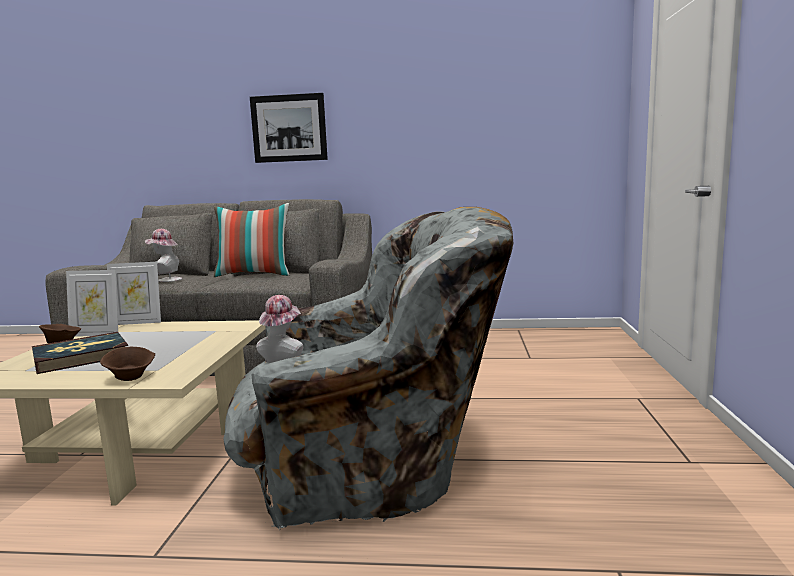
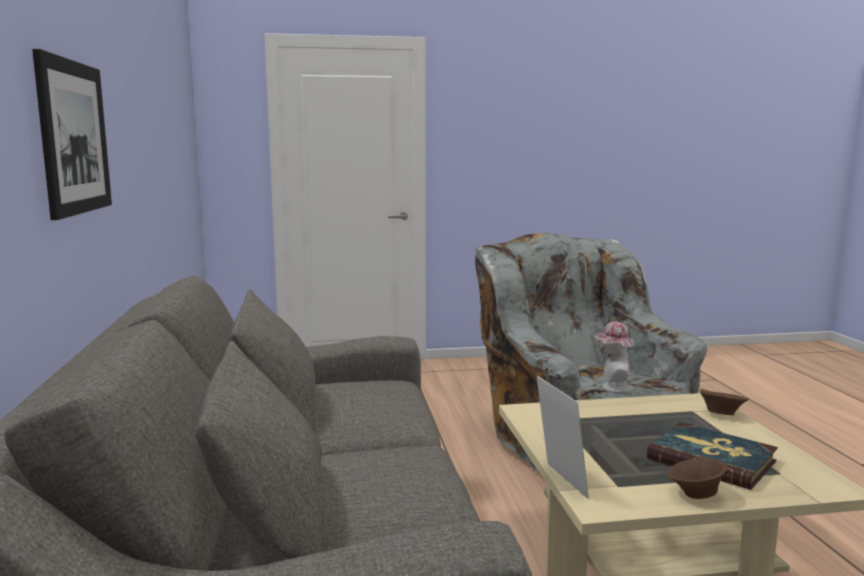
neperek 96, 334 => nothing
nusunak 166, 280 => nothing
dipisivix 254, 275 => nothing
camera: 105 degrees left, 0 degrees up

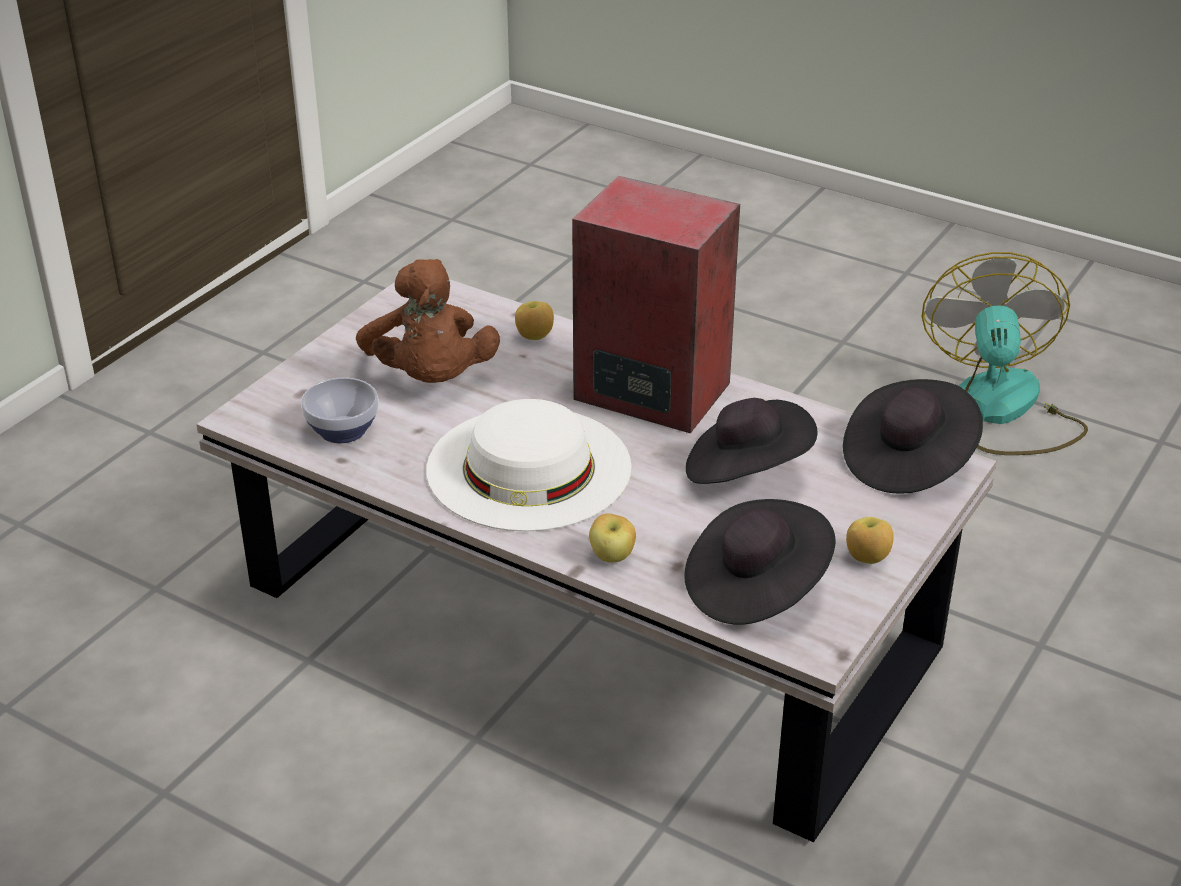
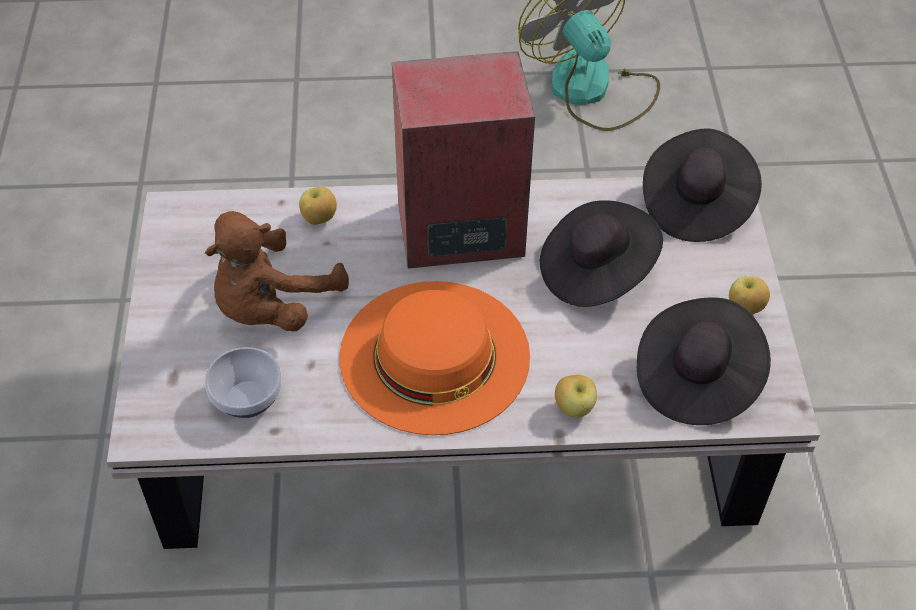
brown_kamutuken 430, 379 => brown_kamutuken 272, 306, 90 degrees clockwise
white_nusunak 529, 468 => orange_nusunak 435, 355
camera: 35 degrees left, 15 degrees up

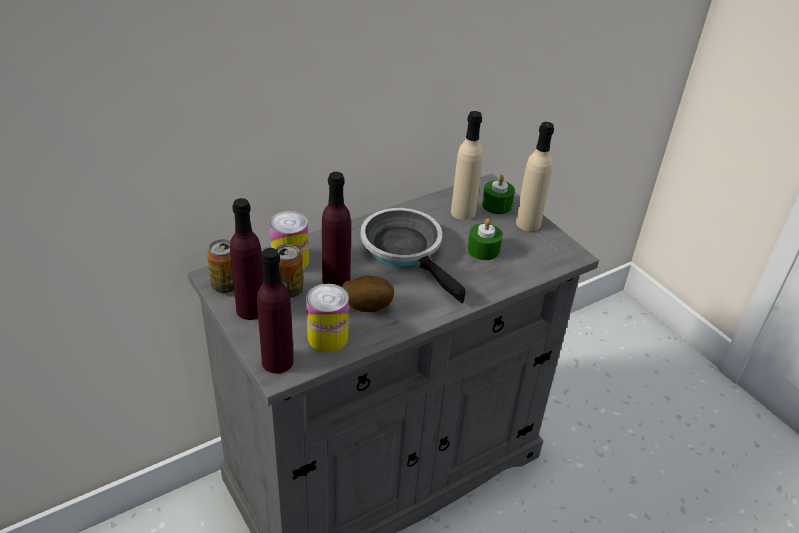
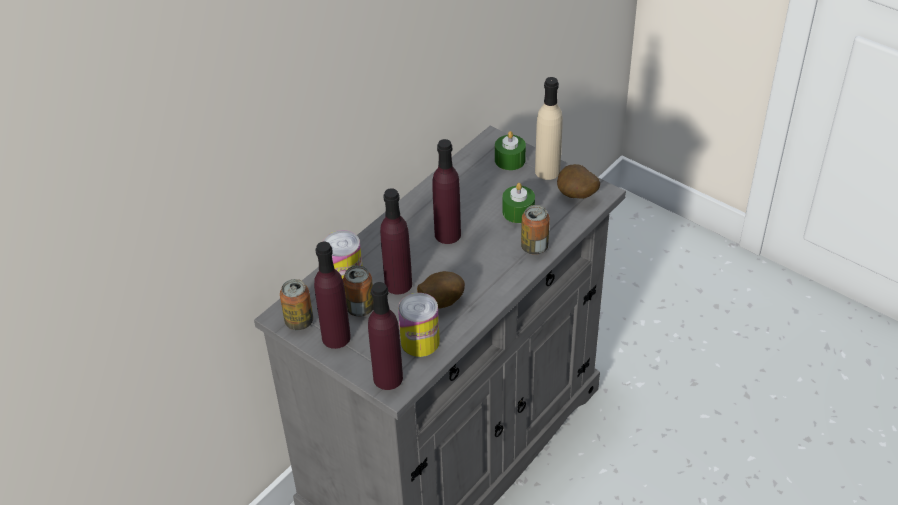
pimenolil 406, 250 => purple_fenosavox 447, 234
beige_fenosavox 463, 212 => nothing
nothing => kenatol 534, 247
nothing => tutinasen 576, 196
camera: 15 degrees left, 5 degrees up

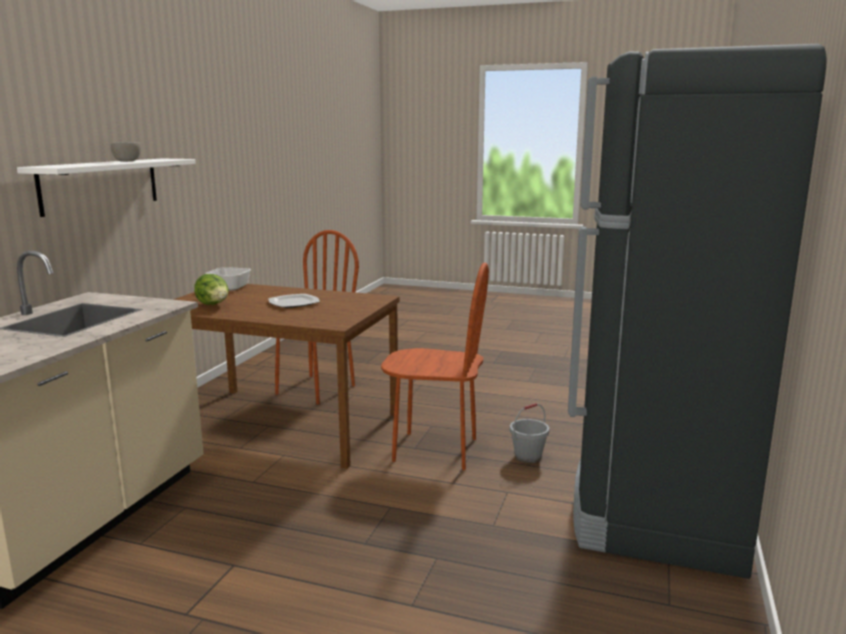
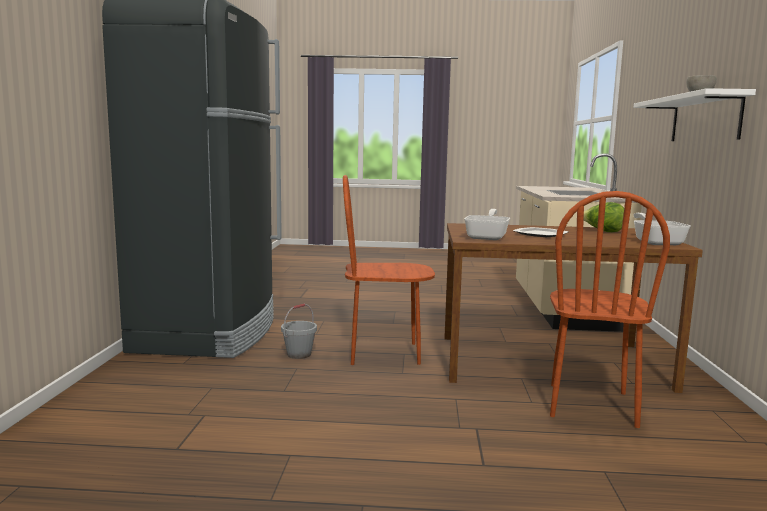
nothing => pimenolil 488, 237
camera: 165 degrees right, 5 degrees down

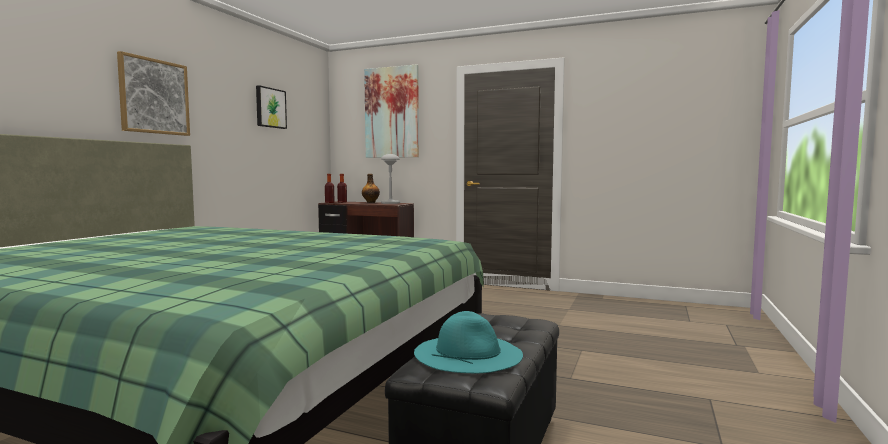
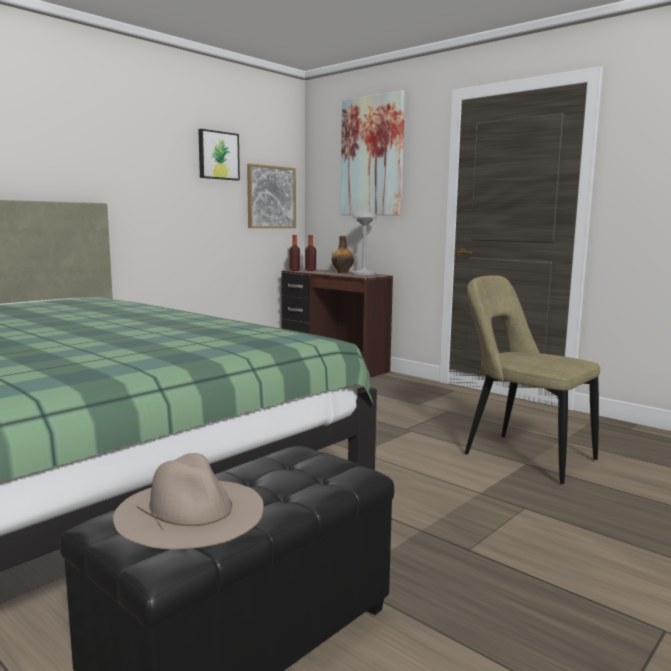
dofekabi 154, 96 => dofekabi 271, 197, move
turquoise_nusunak 468, 353 => beige_nusunak 191, 511
nothing => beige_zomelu 523, 456
camera: 20 degrees right, 5 degrees up

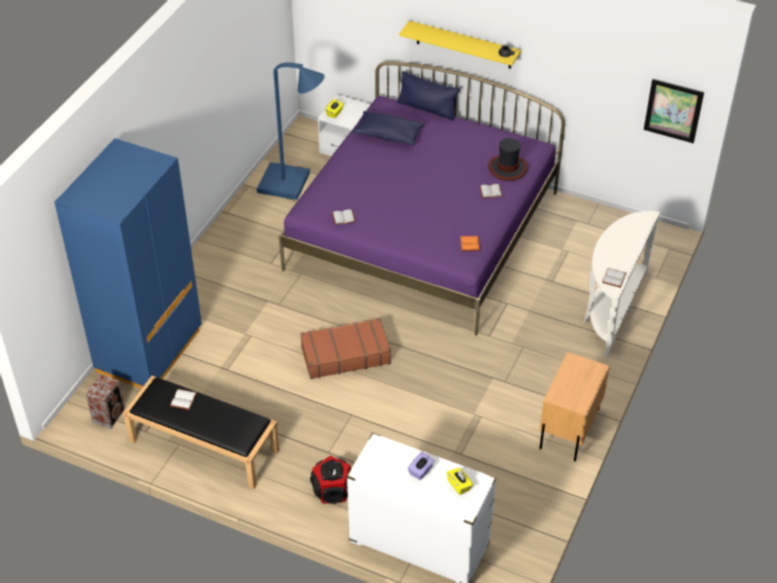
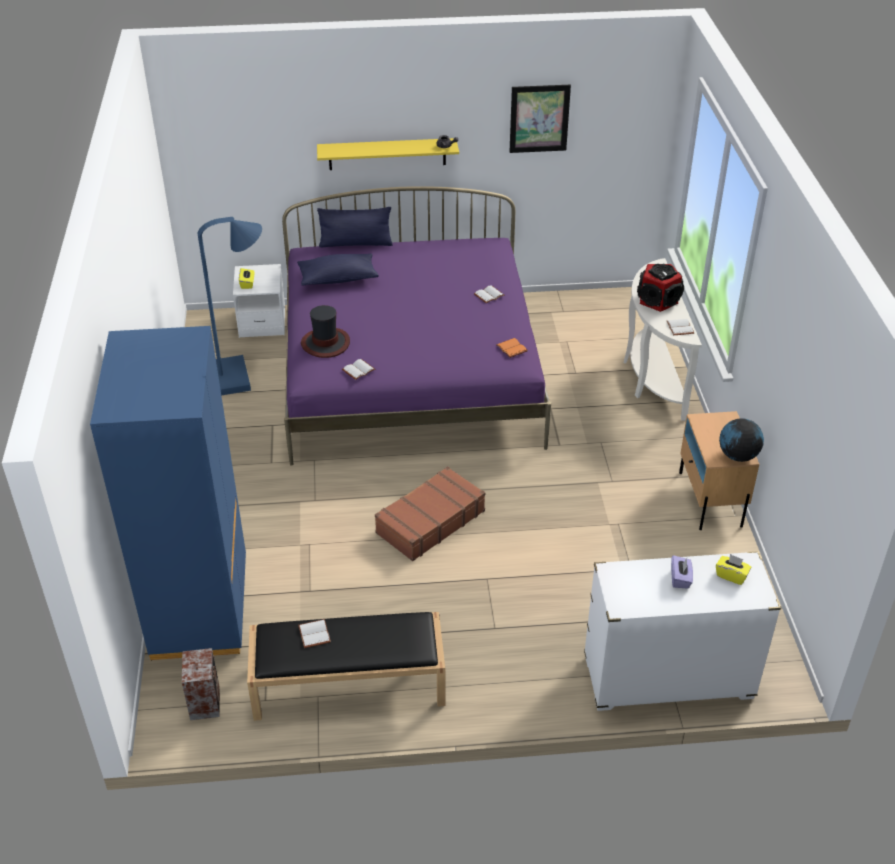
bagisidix 333, 490 => bagisidix 658, 300, move
nusunak 507, 168 => nusunak 325, 343, move
dofekabi 673, 110 => dofekabi 539, 118, move
nothing => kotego 737, 456
camera: 30 degrees left, 5 degrees down

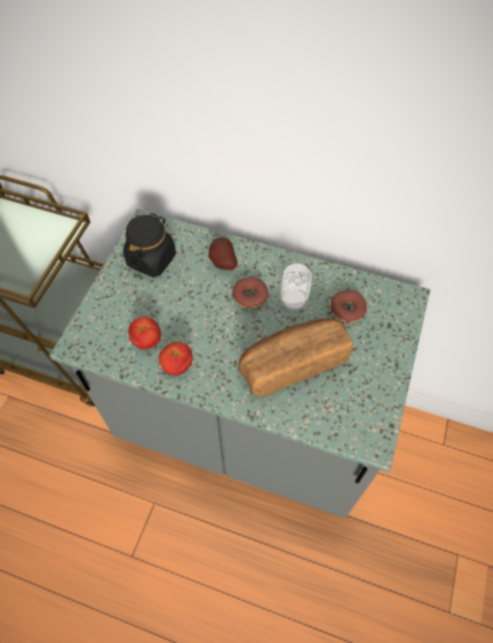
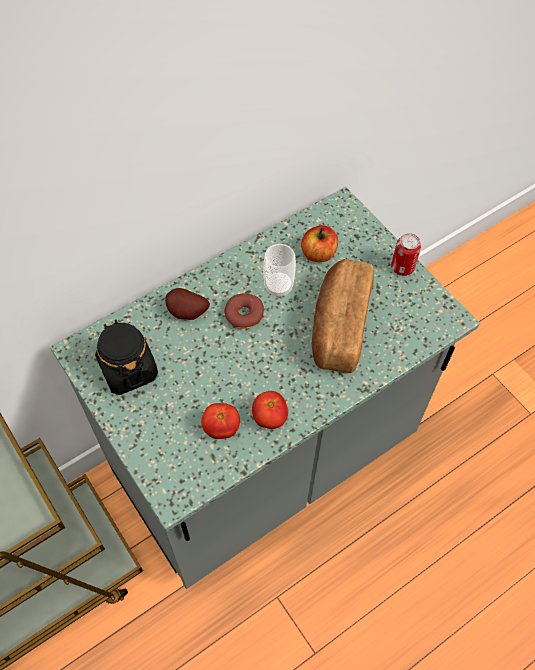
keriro 347, 310 => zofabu 318, 253
nothing => kenatol 402, 267
camera: 55 degrees left, 0 degrees up

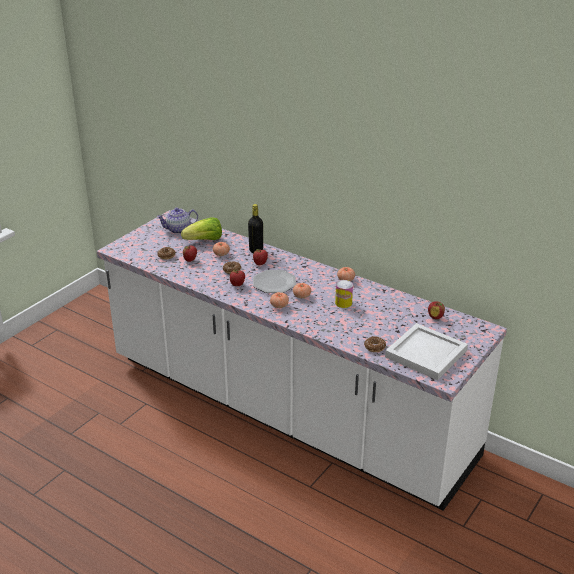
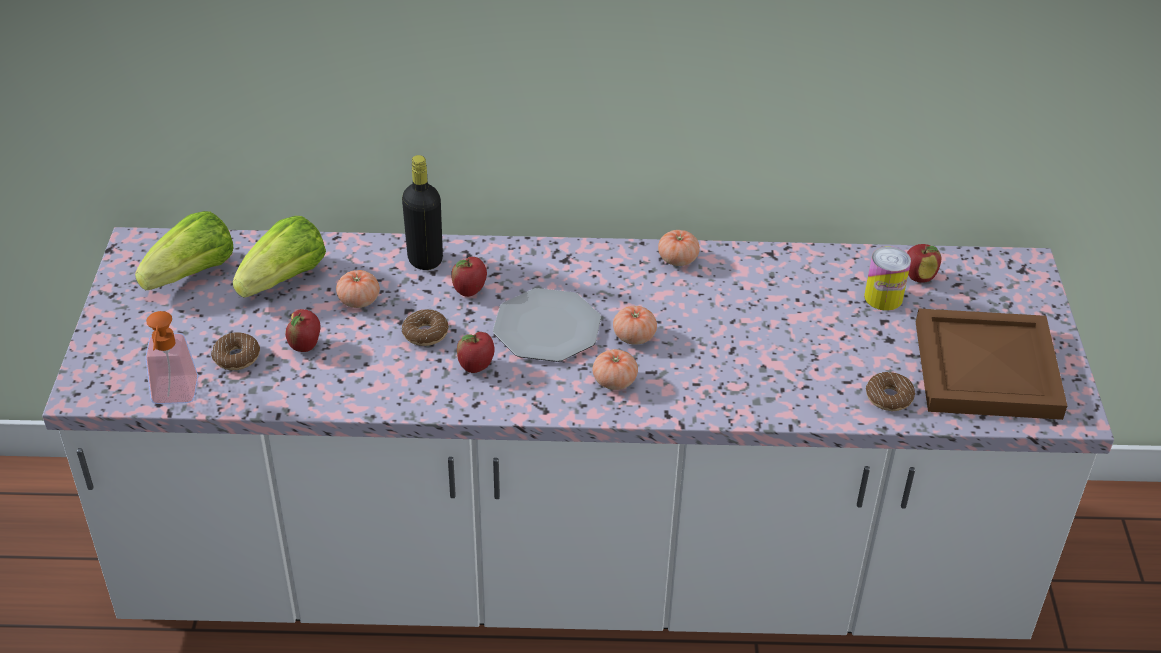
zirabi 178, 230 => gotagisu 192, 274
kenatol 343, 303 => kenatol 883, 297, move
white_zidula 424, 354 => brown_zidula 984, 370
nothing => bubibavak 174, 397
camera: 35 degrees left, 10 degrees up

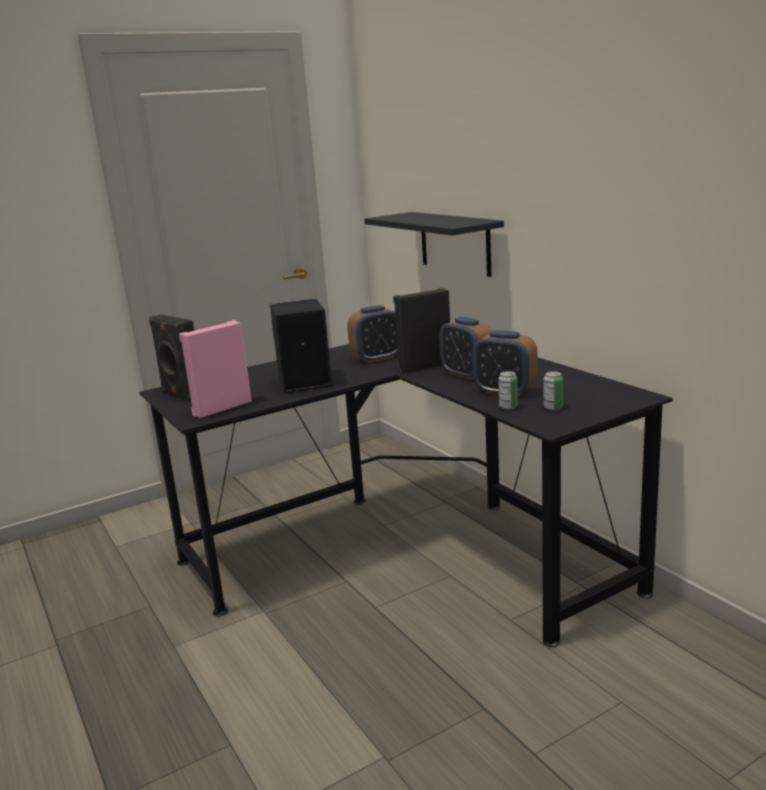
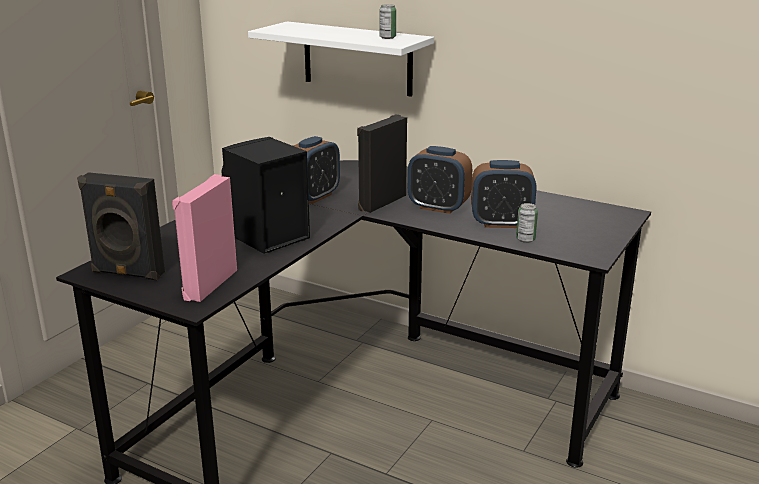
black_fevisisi 454, 243 => white_fevisisi 357, 58
kenatol 553, 407 => kenatol 387, 37, move
camera: 30 degrees left, 5 degrees up

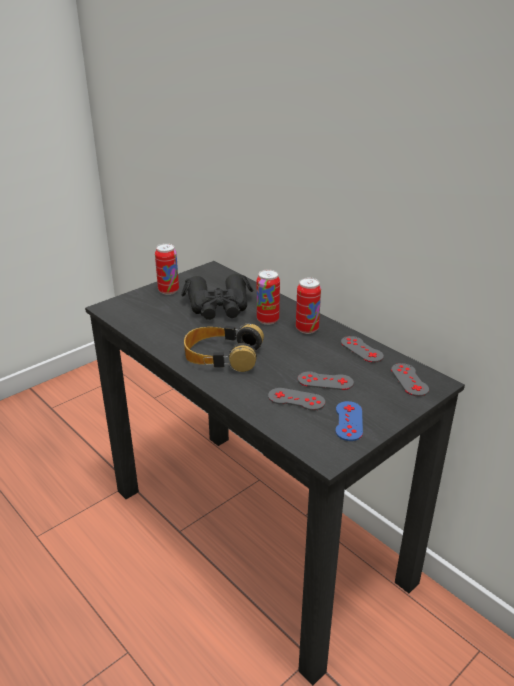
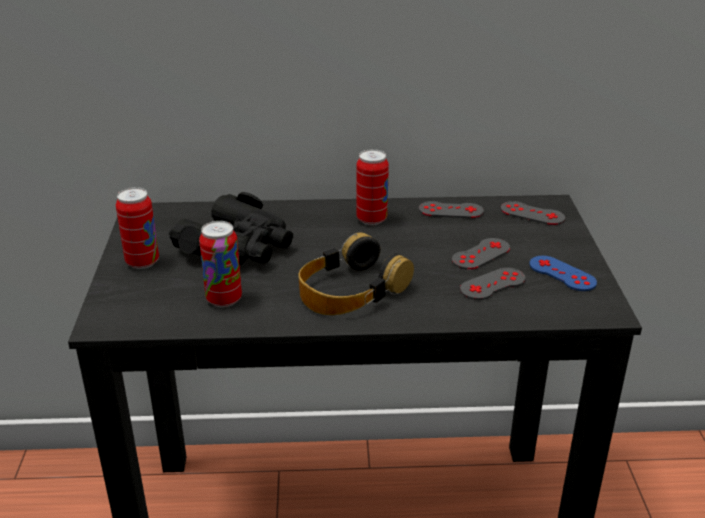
kenatol 267, 320 => kenatol 224, 299, move
camera: 50 degrees left, 0 degrees up

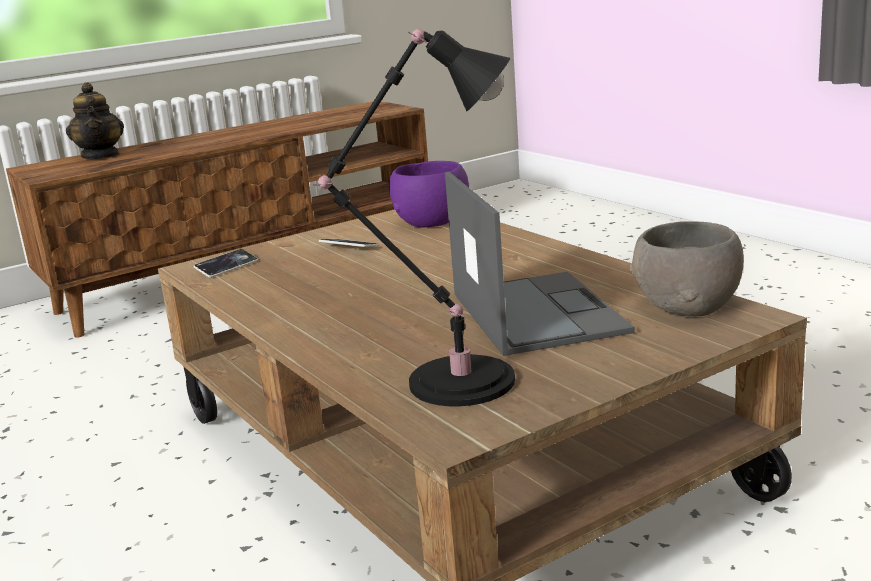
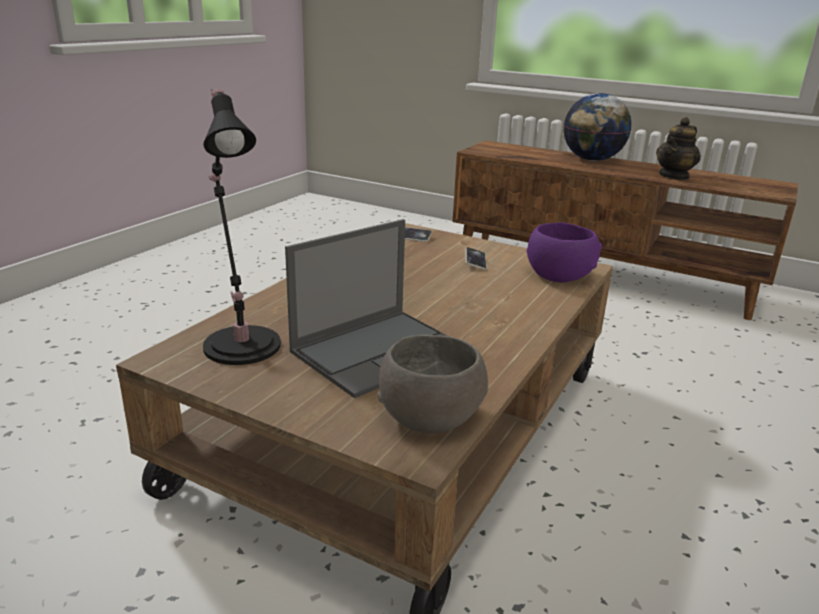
zirabi 101, 156 => zirabi 674, 176, move
nothing => kotego 591, 160
camera: 60 degrees right, 5 degrees up

